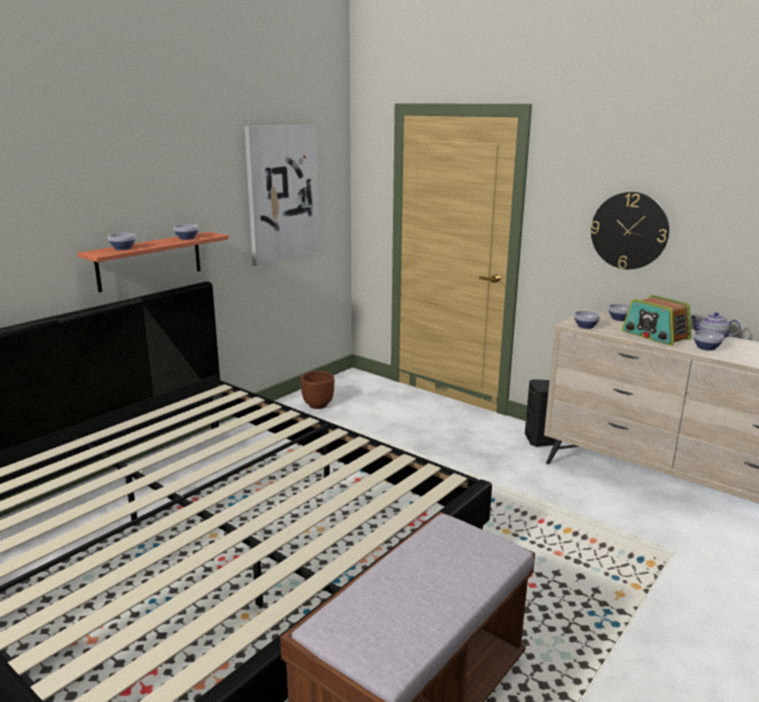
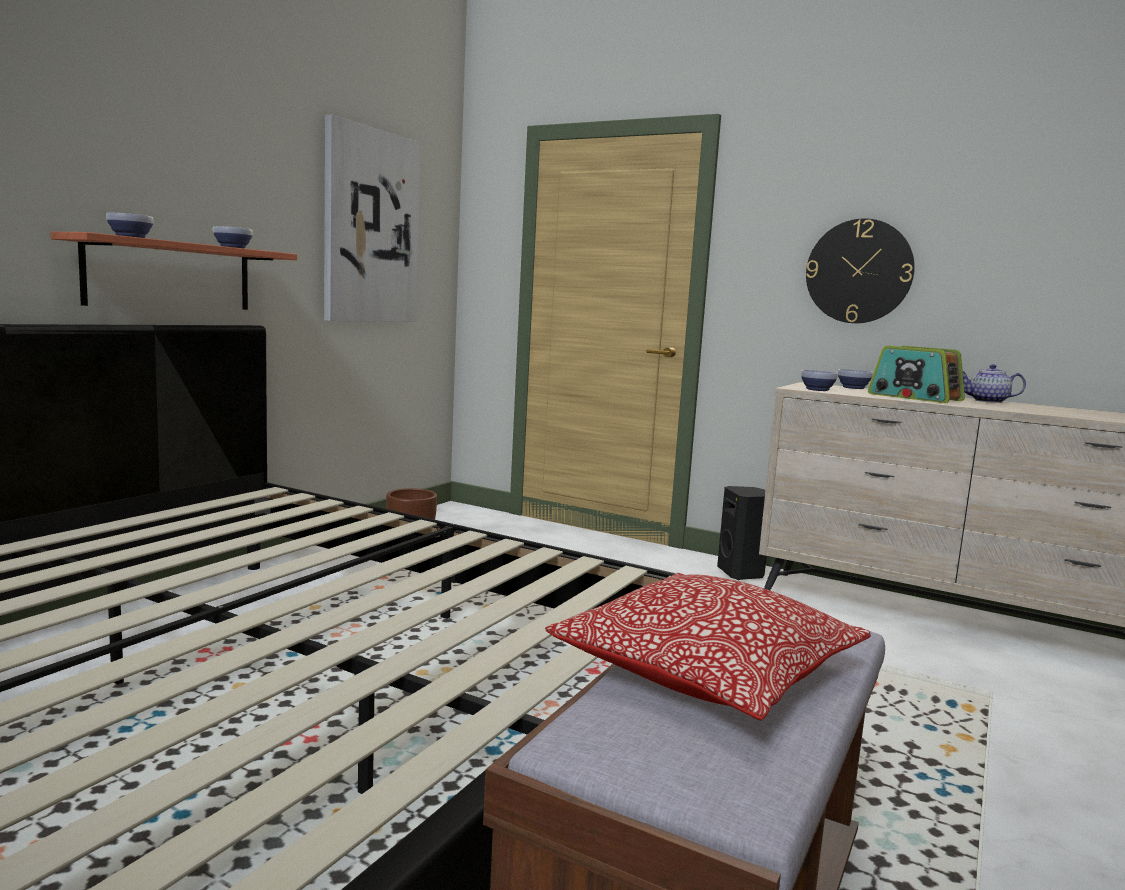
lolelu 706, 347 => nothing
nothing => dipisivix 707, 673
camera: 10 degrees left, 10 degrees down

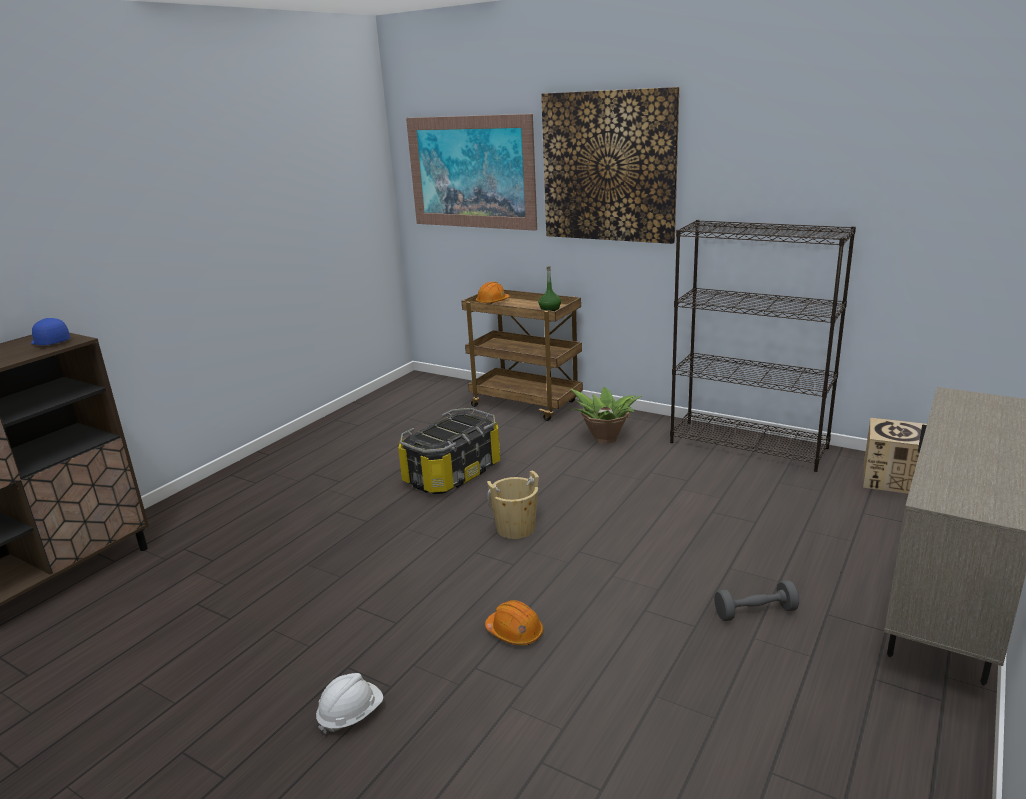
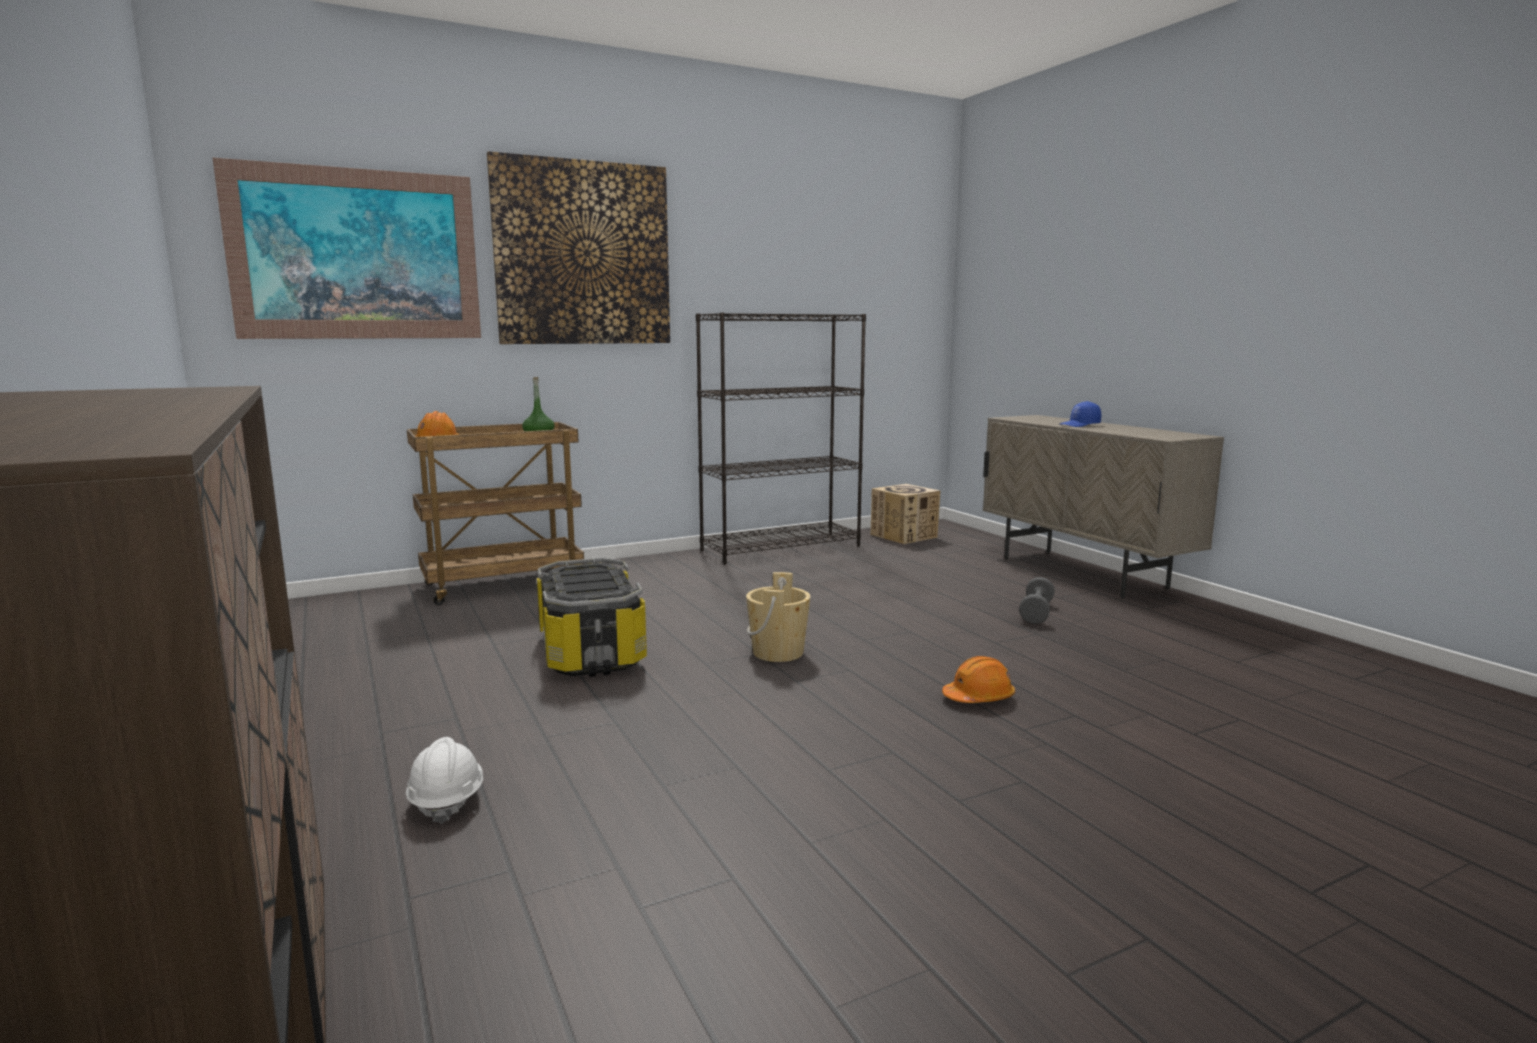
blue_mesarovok 50, 342 => blue_mesarovok 1080, 425, move
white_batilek 351, 715 => white_batilek 446, 801, move
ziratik 605, 438 => nothing
camera: 60 degrees left, 10 degrees down

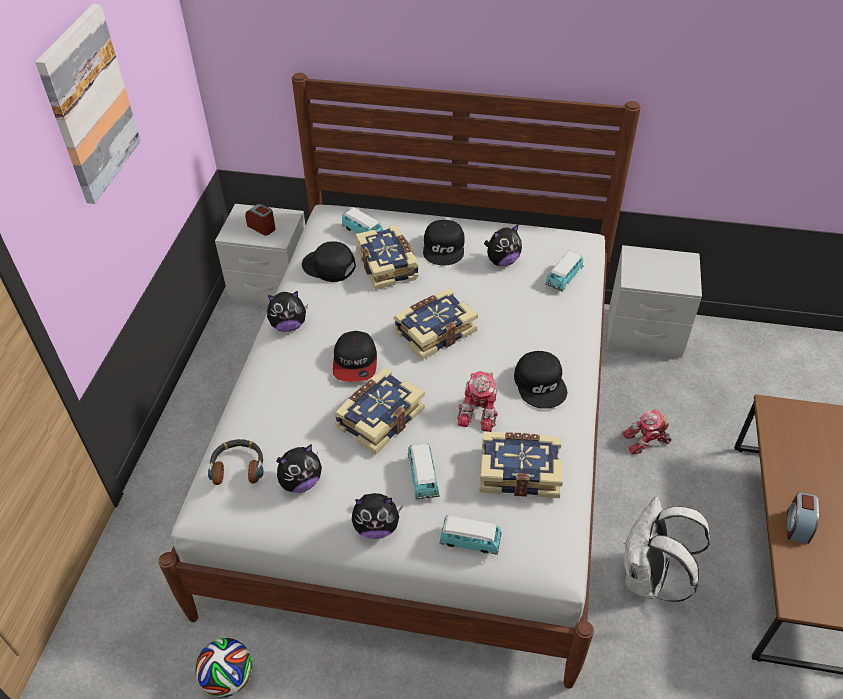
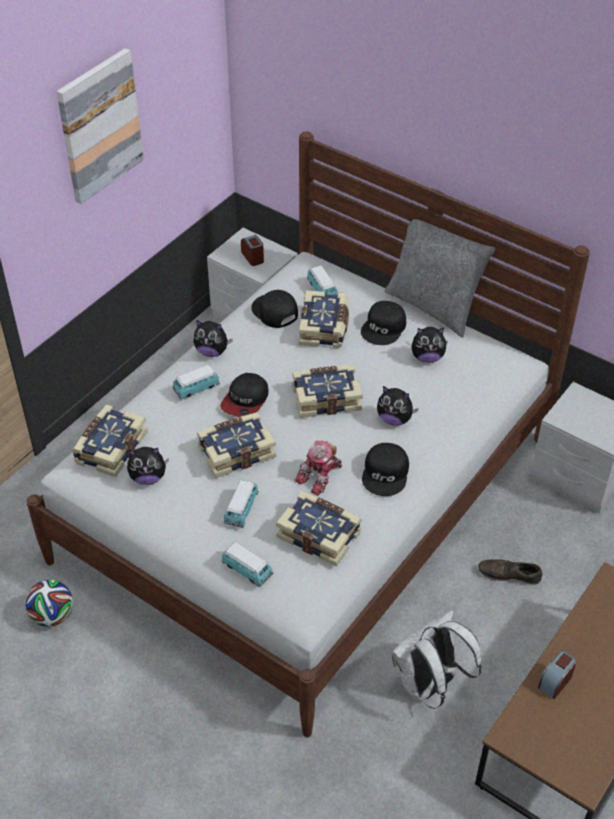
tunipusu 238, 466 => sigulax 110, 448
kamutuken 376, 527 => kamutuken 394, 419, move
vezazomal 564, 278 => vezazomal 196, 389, move
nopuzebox 646, 441 => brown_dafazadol 509, 574
nothing => grey_dipisivix 434, 306
camera: 25 degrees right, 0 degrees up

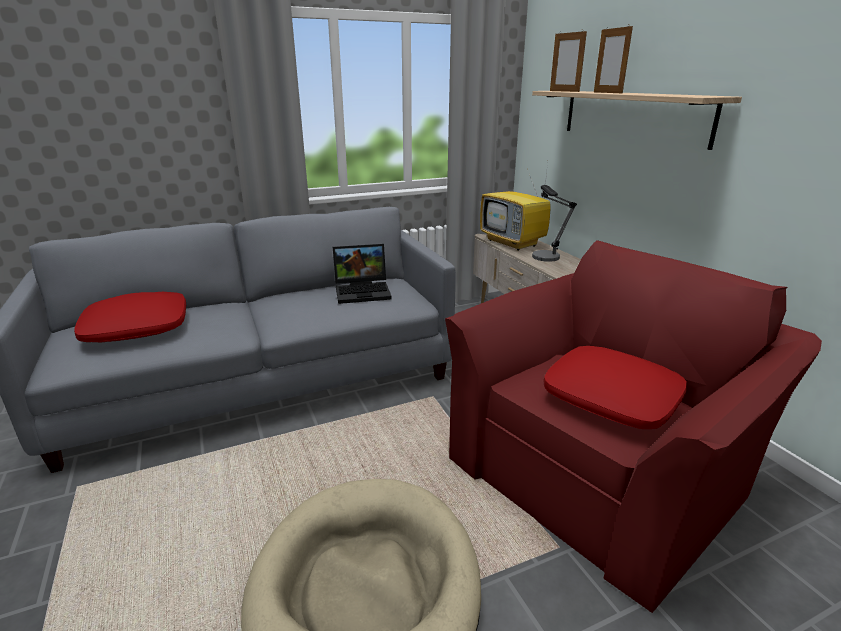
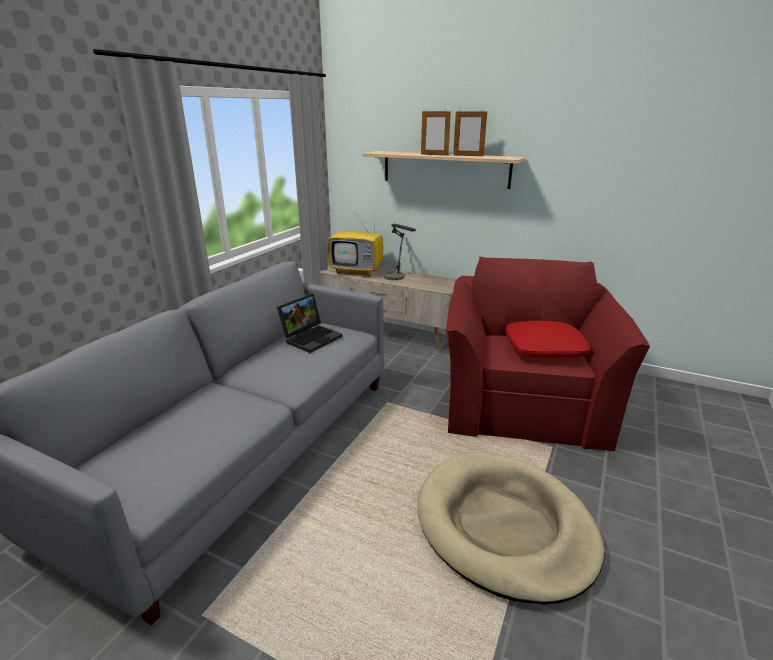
red_dipisivix 137, 328 => nothing
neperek 564, 91 => neperek 468, 155, move
camera: 40 degrees left, 0 degrees up

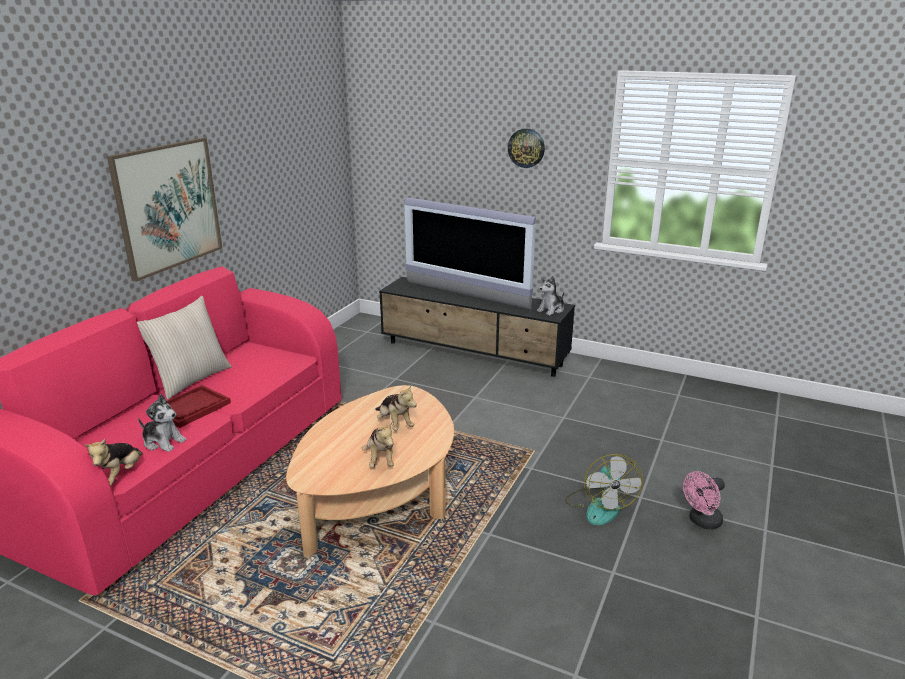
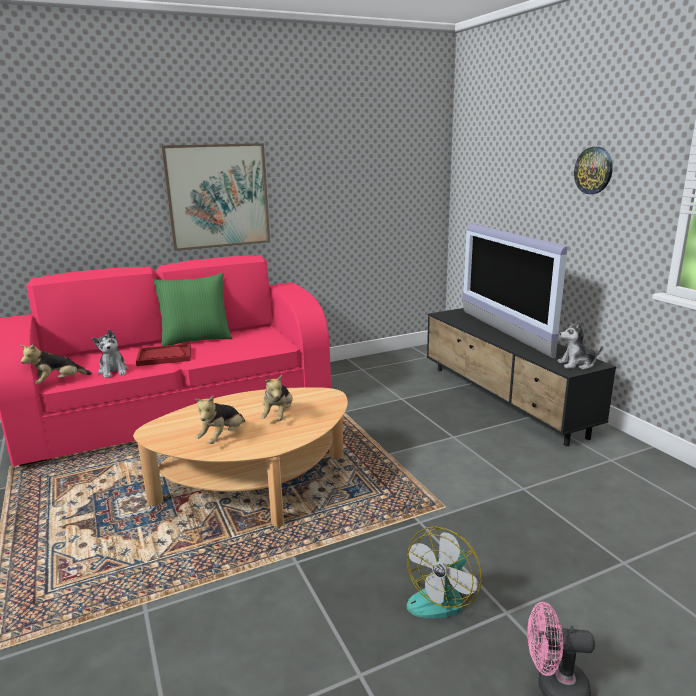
beige_dipisivix 191, 379 => green_dipisivix 196, 340
camera: 40 degrees right, 5 degrees down

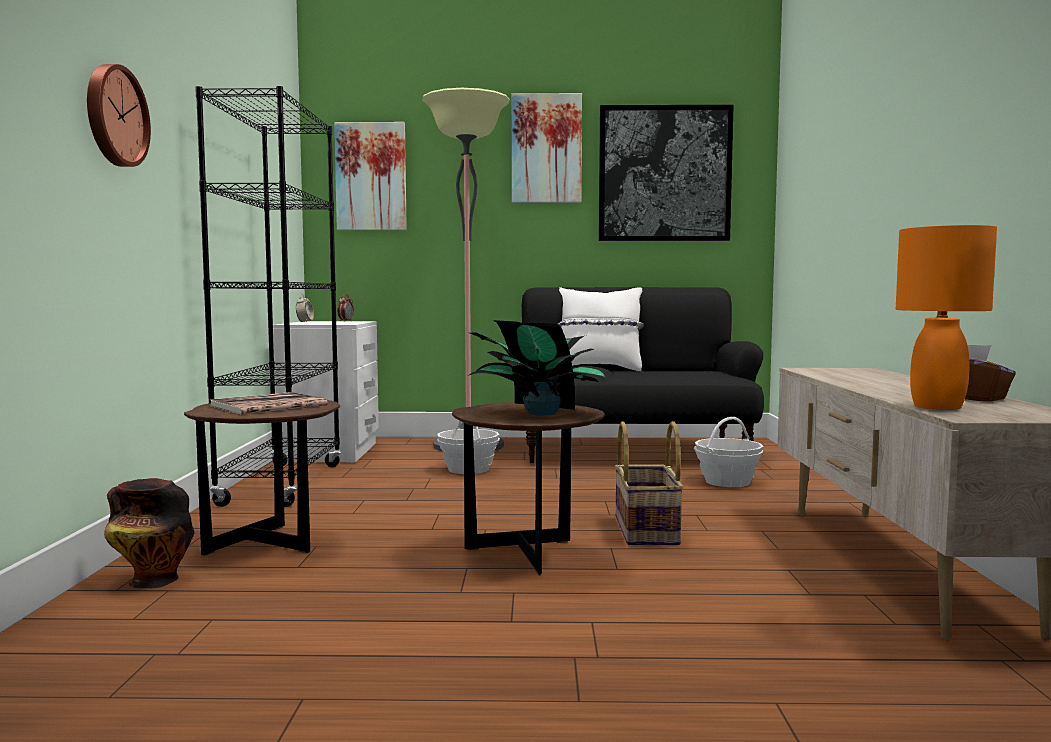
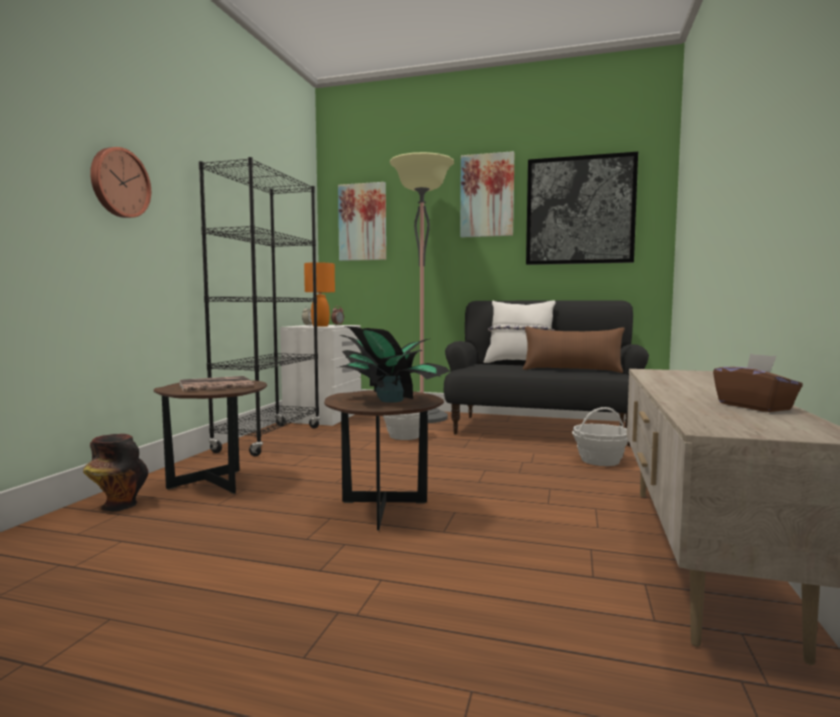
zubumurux 648, 531 => nothing
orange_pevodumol 936, 407 => orange_pevodumol 320, 326, move
nothing => brown_dipisivix 572, 370
camera: 15 degrees right, 0 degrees up

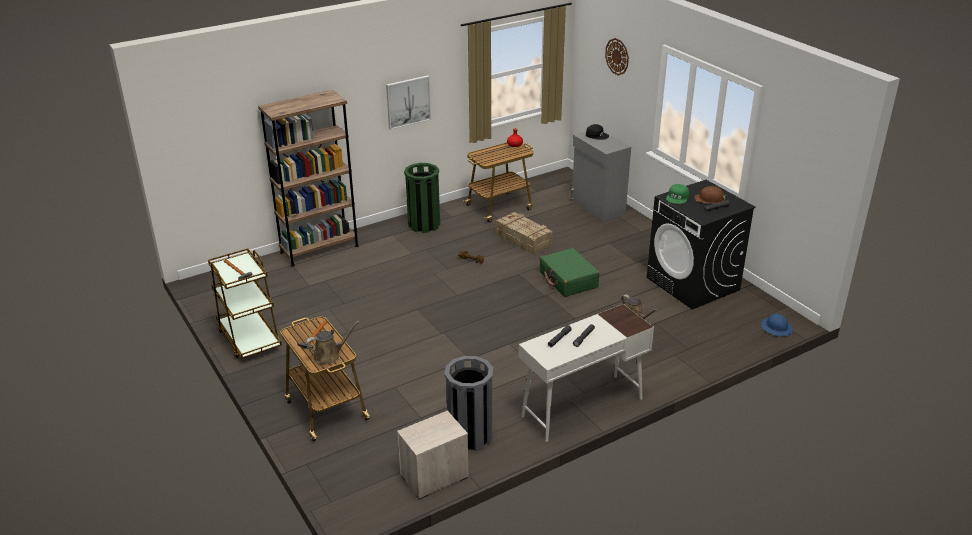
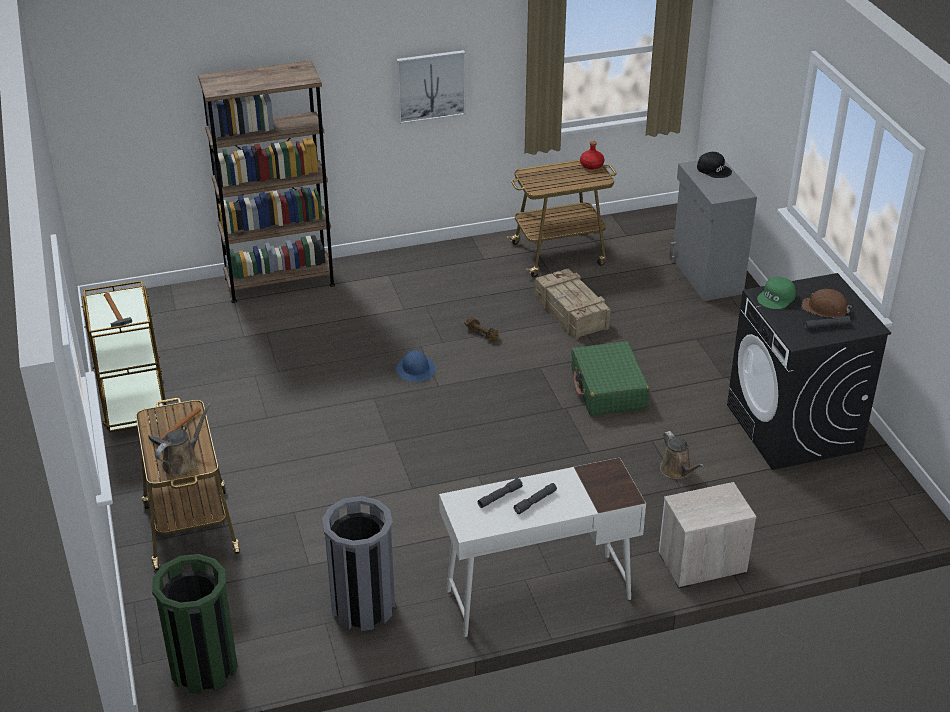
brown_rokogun 329, 356 => brown_rokogun 183, 462, 45 degrees counterclockwise
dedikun 433, 476 => dedikun 700, 563, move
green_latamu 424, 224 => green_latamu 204, 667, move
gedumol 617, 56 => nothing
blue_batilek 776, 328 => blue_batilek 416, 370, move
camera: 15 degrees right, 5 degrees up

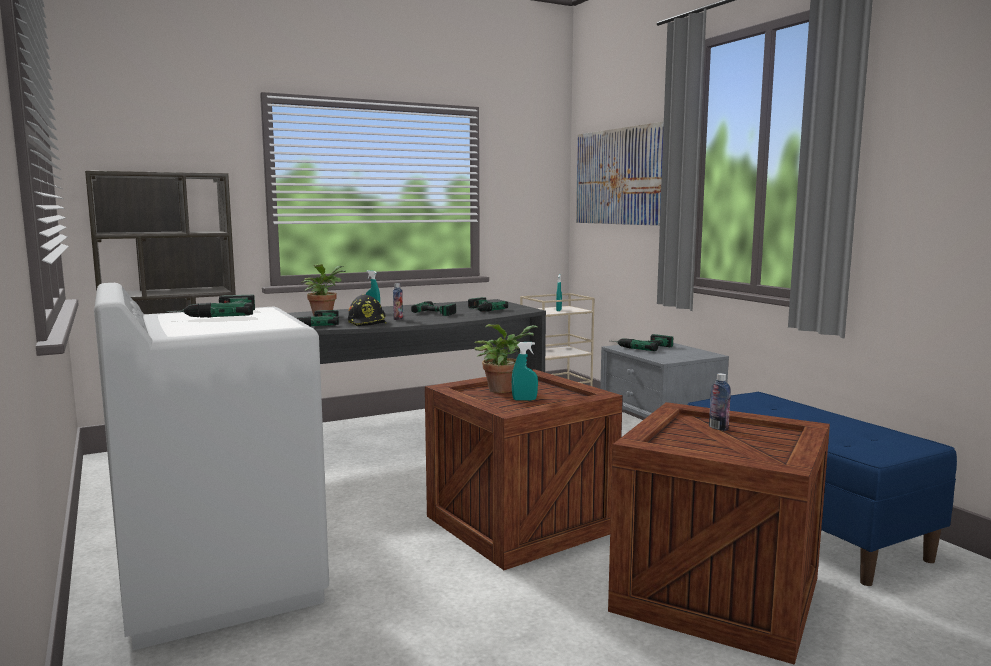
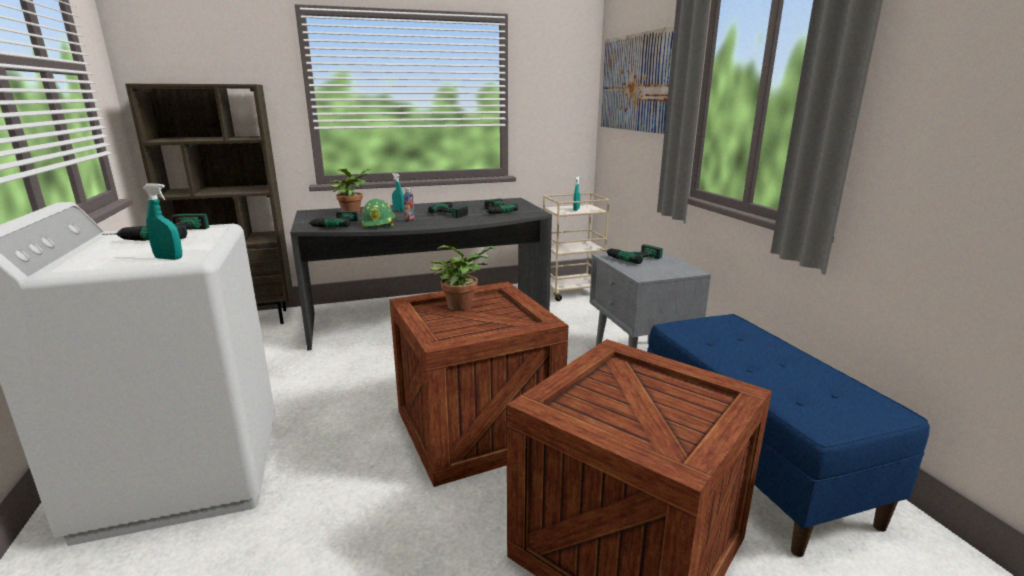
black_batilek 368, 322 => green_batilek 379, 224
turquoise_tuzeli 524, 400 => turquoise_tuzeli 169, 258, move
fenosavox 718, 428 => nothing
camera: 10 degrees right, 10 degrees up

